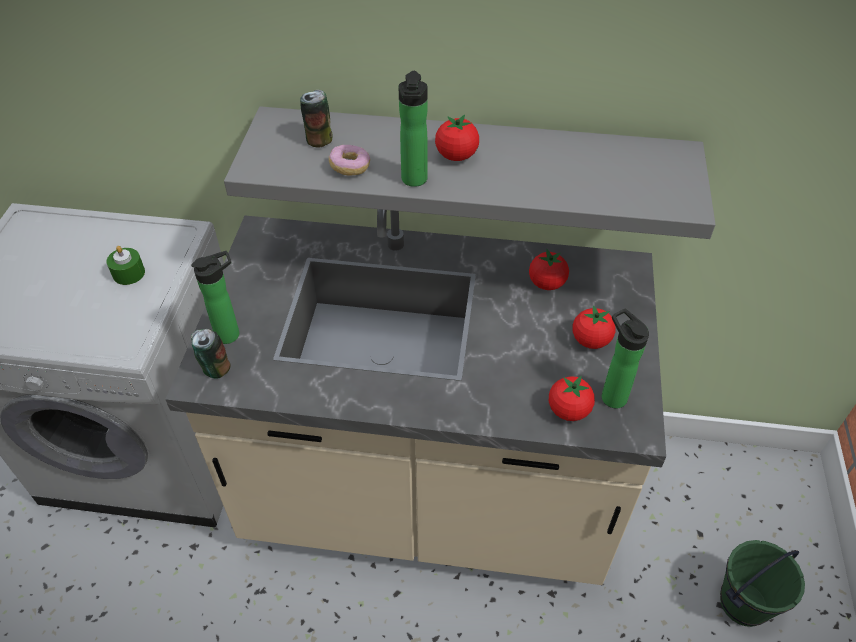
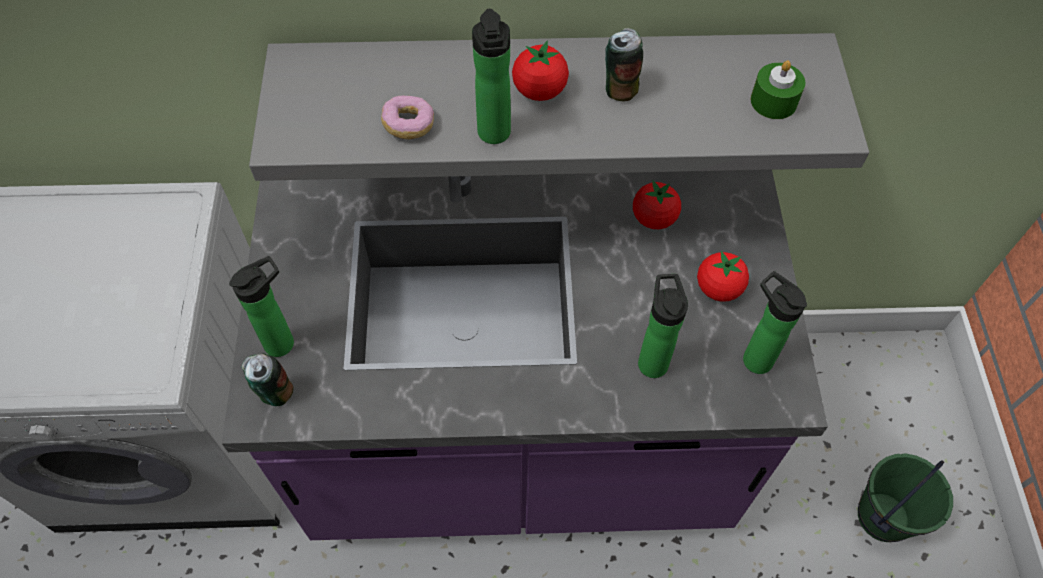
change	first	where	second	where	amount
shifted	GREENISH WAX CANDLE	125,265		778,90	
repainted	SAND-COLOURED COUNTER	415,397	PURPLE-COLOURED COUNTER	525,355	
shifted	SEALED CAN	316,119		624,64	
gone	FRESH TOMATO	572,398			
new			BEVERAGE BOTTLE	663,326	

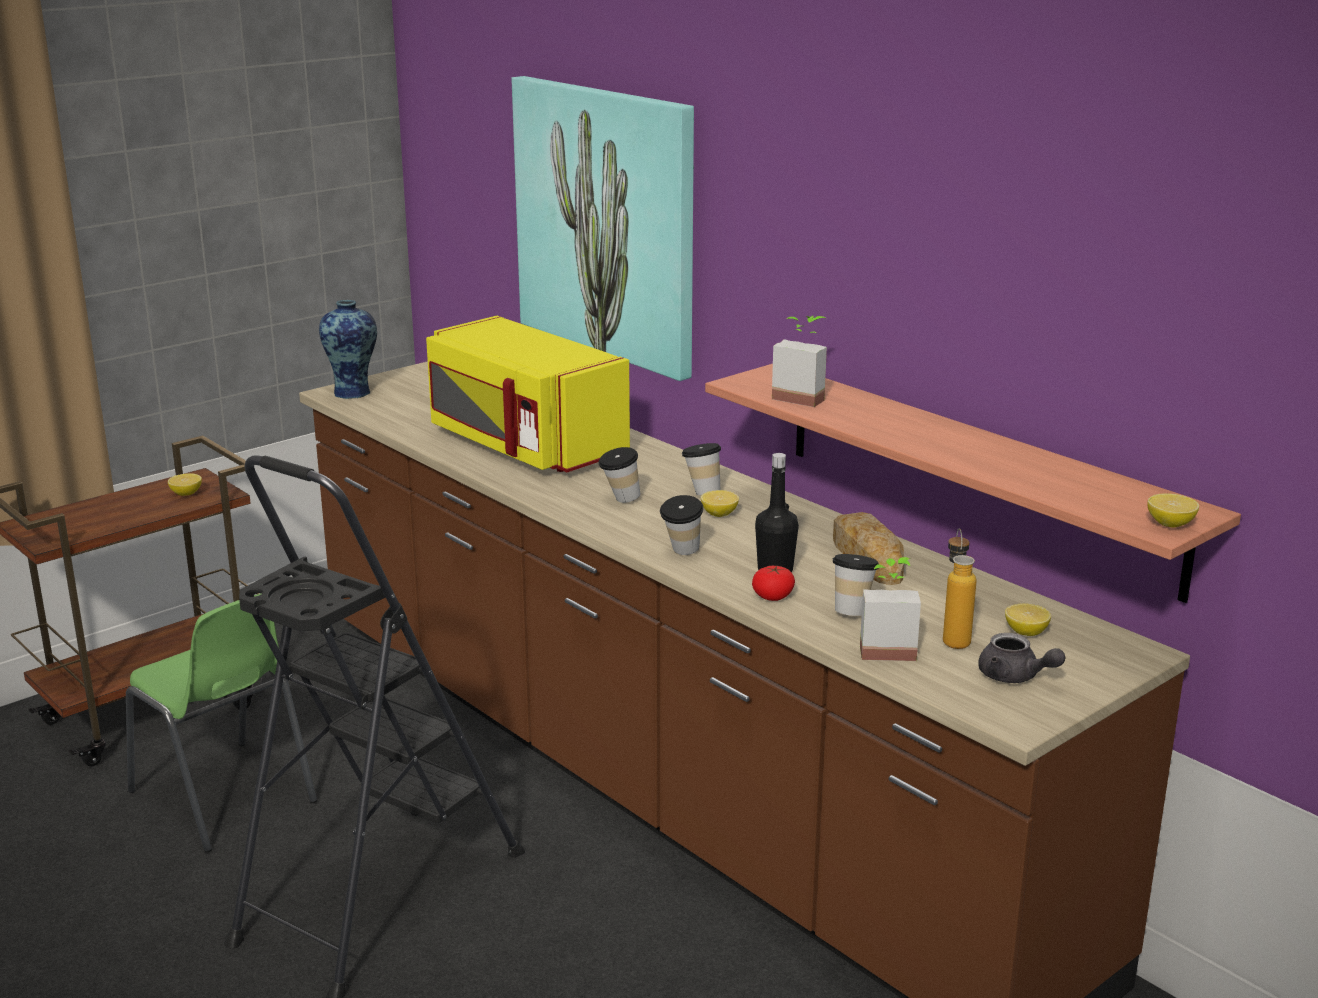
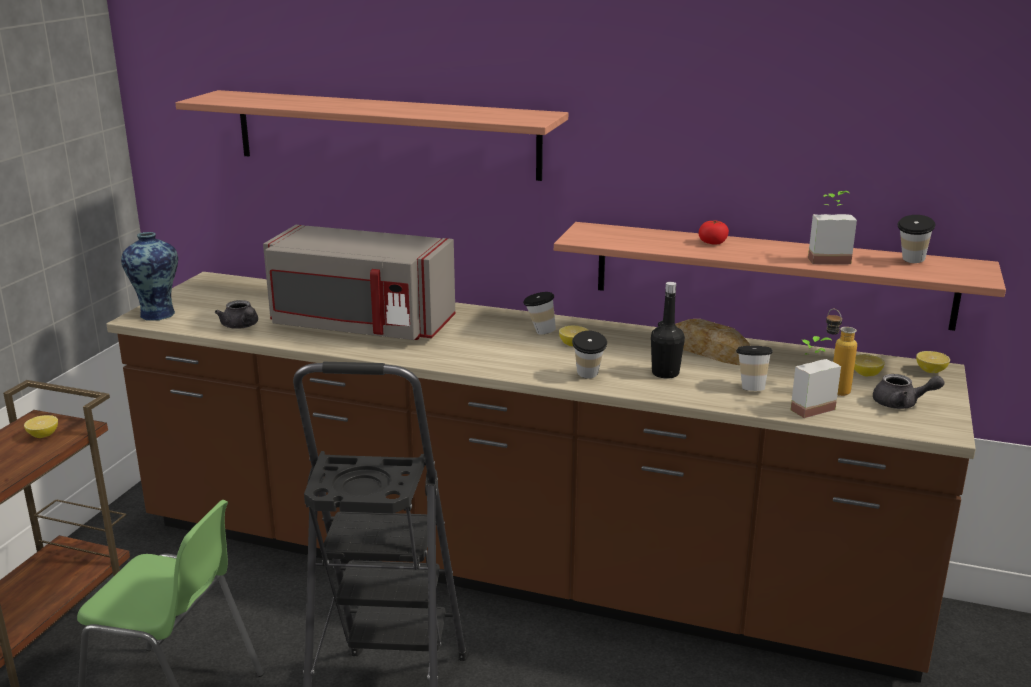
change	first	where	second	where	amount
repainted	YELLOW MICROWAVE	528,394	GREY MICROWAVE	359,282	
swapped	WALL ART	602,228	WALL SHELF	371,135	
shifted	SMALL CUP	619,475		916,239	
shifted	FRESH TOMATO	773,583		713,232	
shifted	POTTED PLANT	799,361		832,227	
shifted	CITRUS FRUIT	1173,510		933,362	
new			GREY TEA POT	236,314	

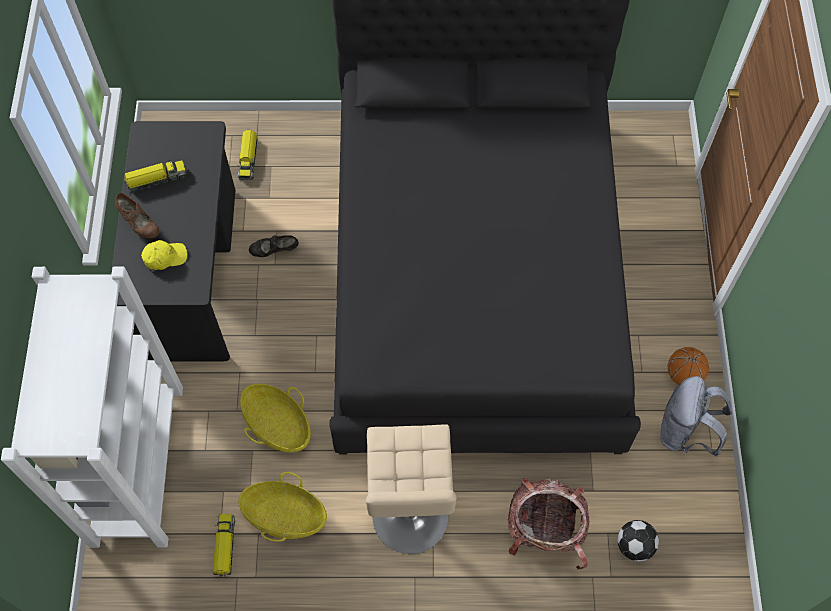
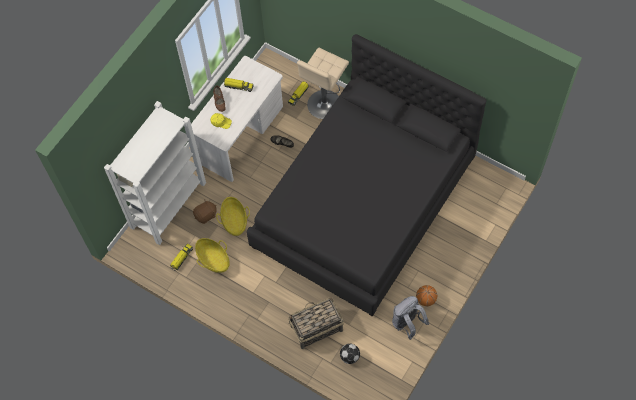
change	first	where	second	where	amount
repainted	BLACK-COLOURED DESK TABLE	173,241	WHITISH DESK TABLE	237,119	
shifted	SAND-COLOURED STOOL SEAT	411,489		323,83	
swapped	KNAPSACK	549,523	STORAGE BASKET	316,323	
new			BROWNISH CUDDLY TOY	205,212	

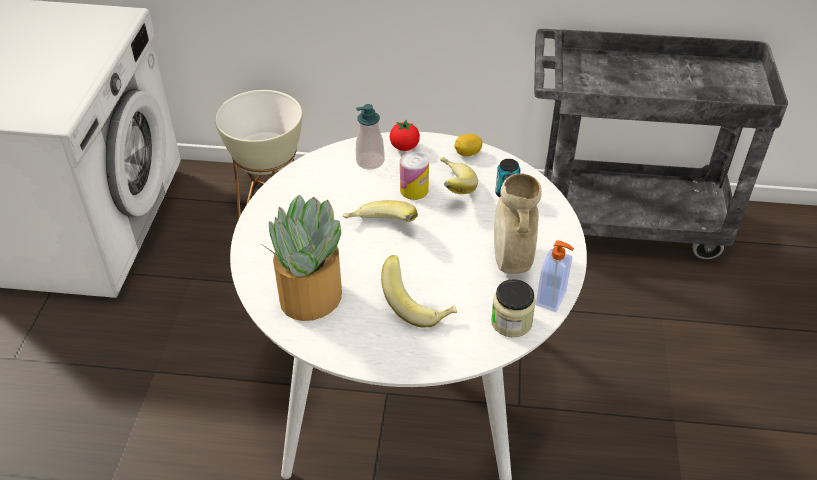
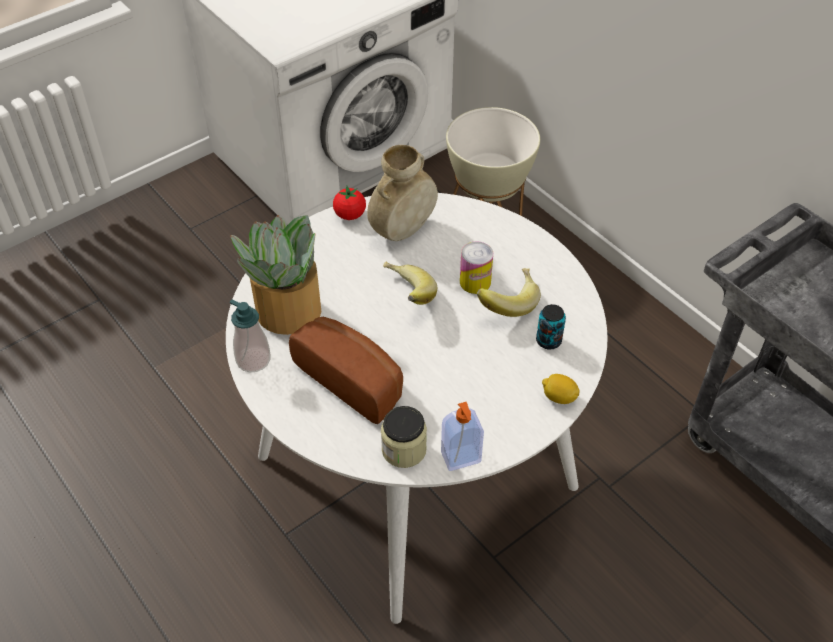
change	first	where	second	where	amount
shifted	LIQUID SOAP BOTTLE	370,137		250,336	
swapped	BANANA	419,291	BAKED BREAD	346,370	
shifted	FRESH TOMATO	405,135		349,203	
shifted	CITRUS FRUIT	468,145		561,389	
shifted	SAND-COLOURED VASE	518,223		402,193	

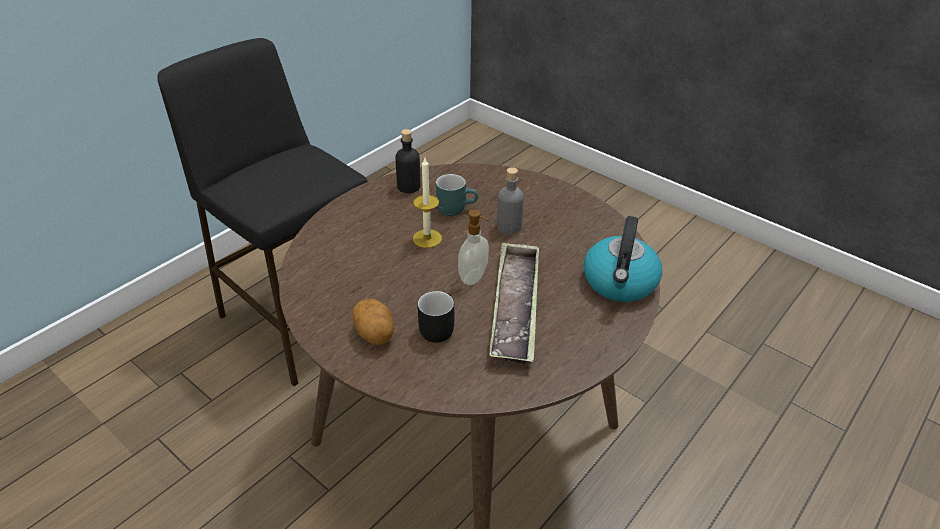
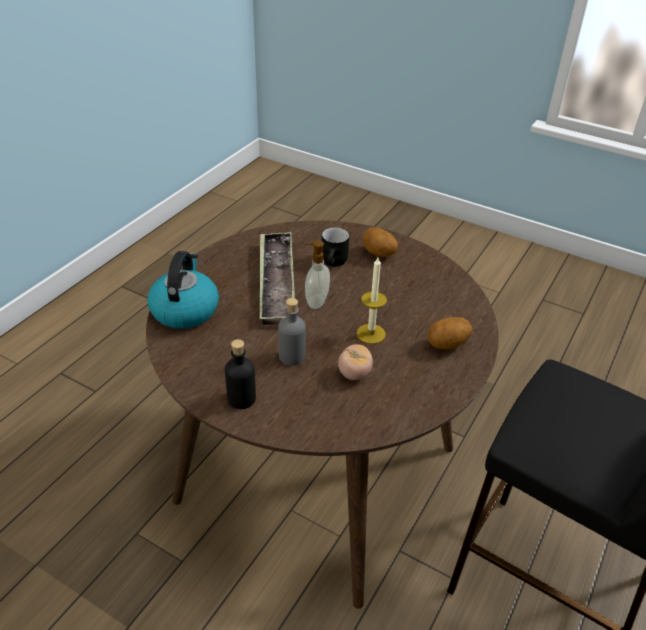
change	first	where	second	where	amount
shifted	BLACK-COLOURED BEVERAGE BOTTLE	407,161		240,374	
swapped	TURQUOISE MUG	457,195	FRESH TOMATO	355,362	
new			POTATO	450,333	

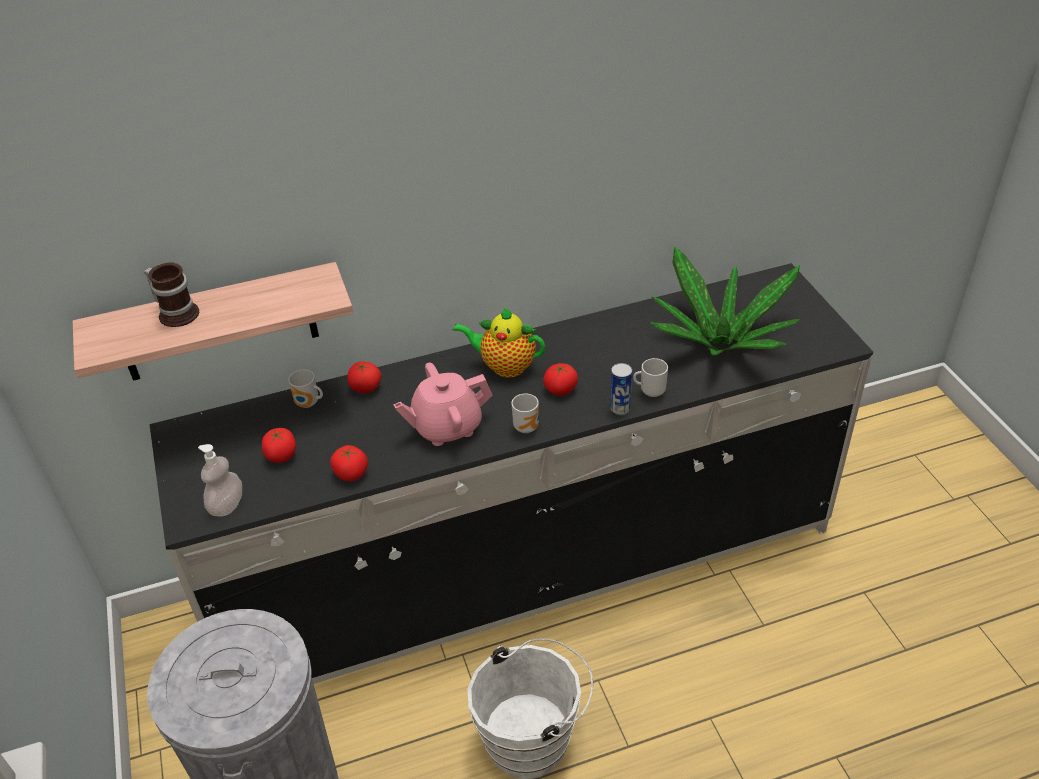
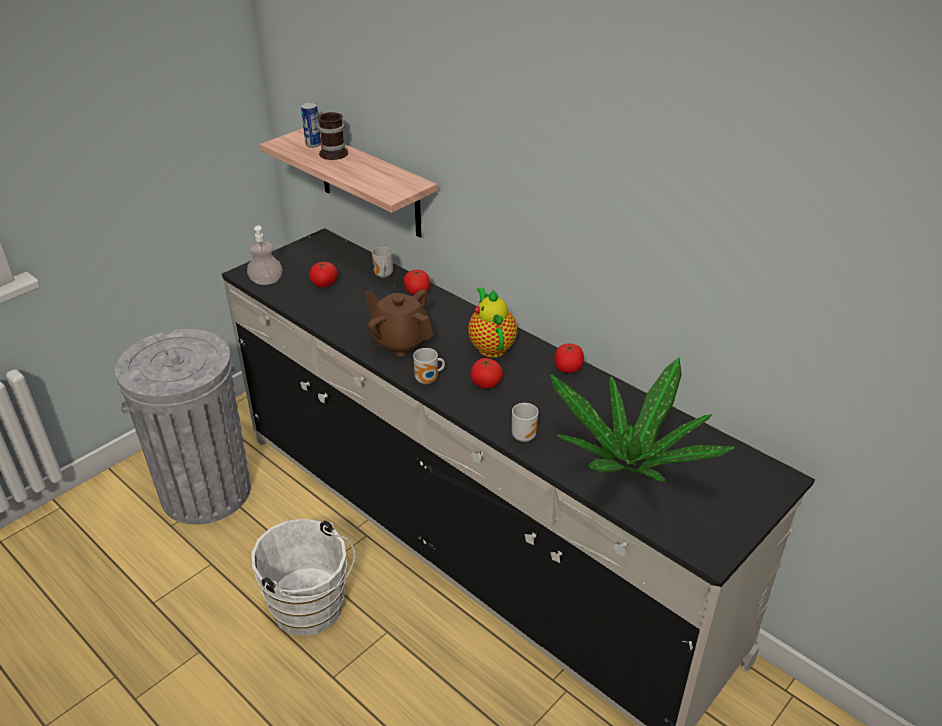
change	first	where	second	where	amount
shifted	FRESH TOMATO	349,463		569,358	
repainted	PINKISH TEA POT	443,404	BROWNISH TEA POT	399,323	
shifted	SEALED CAN	621,389		311,125	

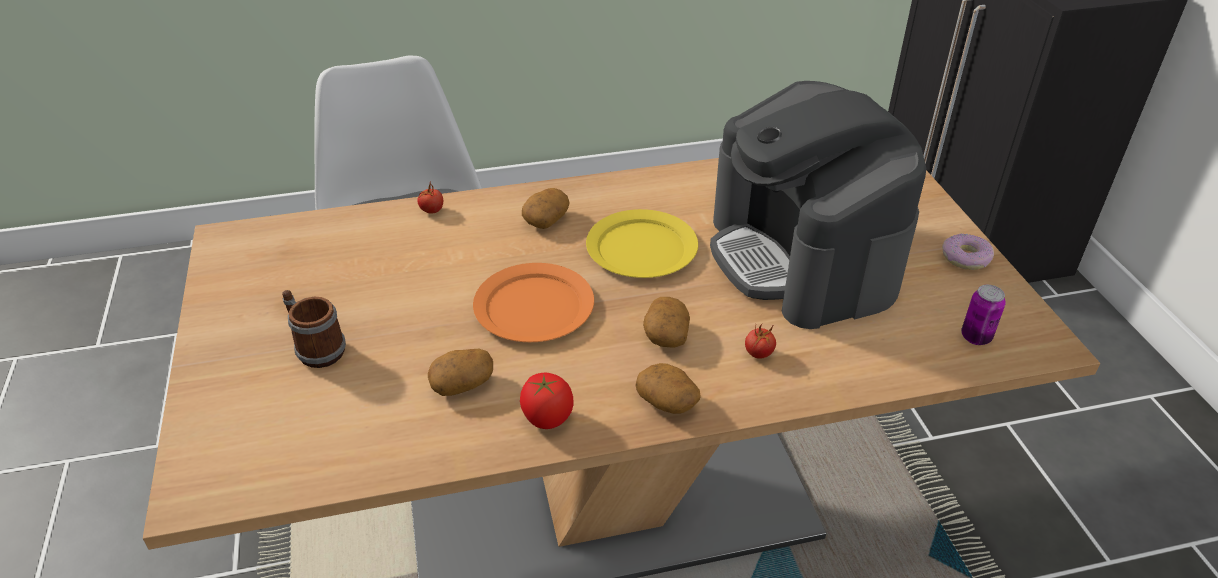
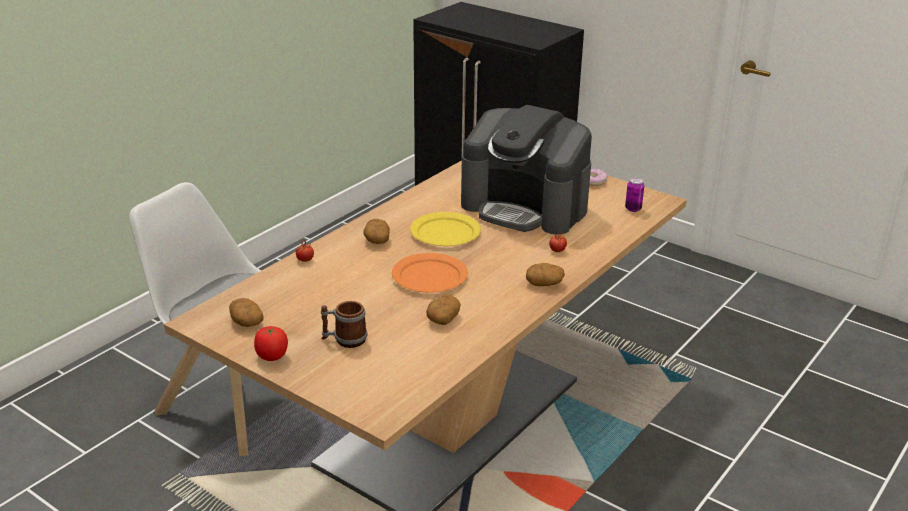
change	first	where	second	where	amount
shifted	FRESH TOMATO	546,401		271,343	
shifted	POTATO	666,322		246,312	

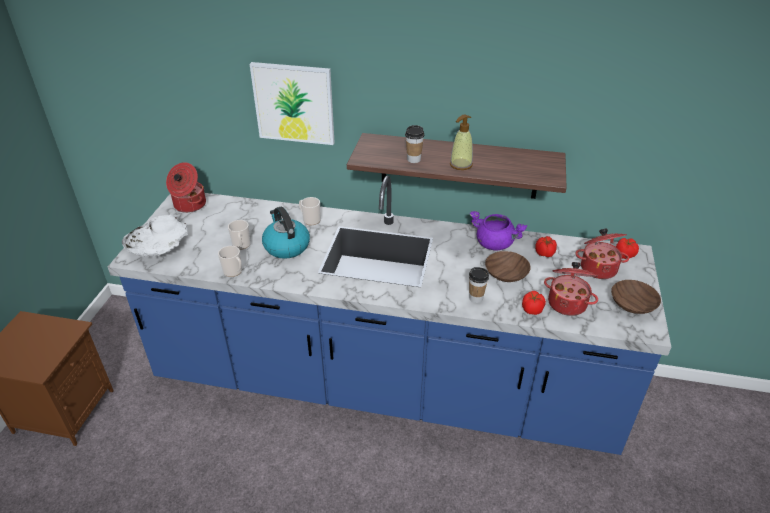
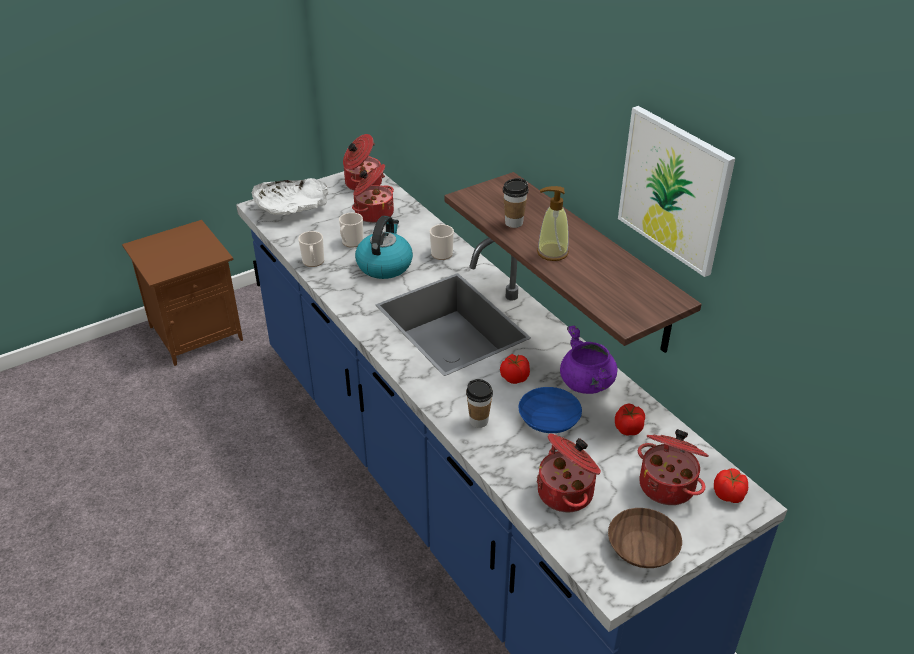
change	first	where	second	where	amount
shifted	WALL ART	292,103		676,191	
repainted	BROWNISH BOWL	508,266	BLUE BOWL	550,410	
shifted	FRESH TOMATO	534,303		515,369	
new			STOCKPOT	373,193	

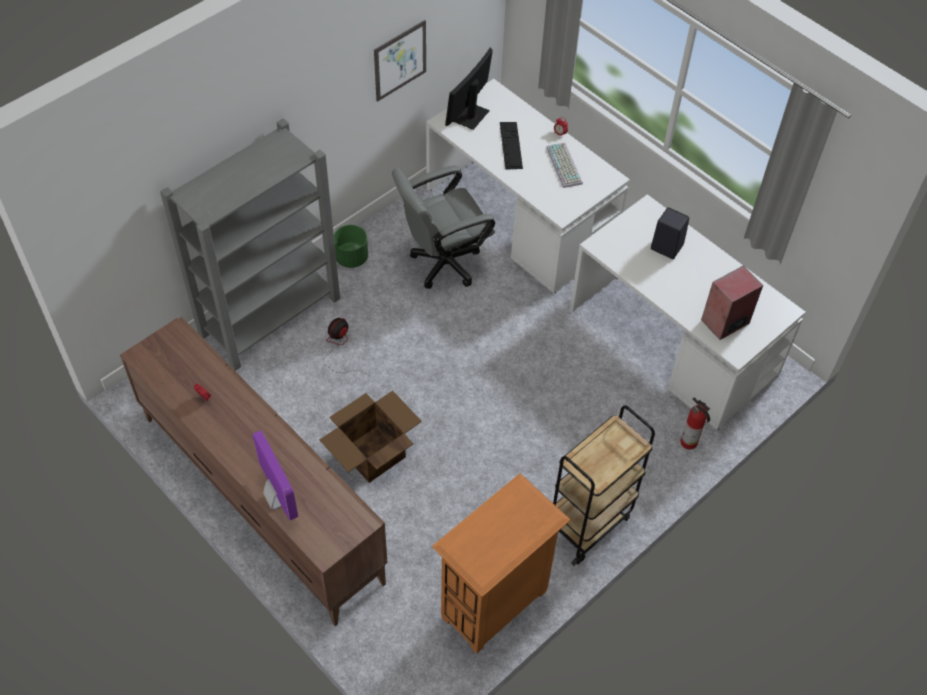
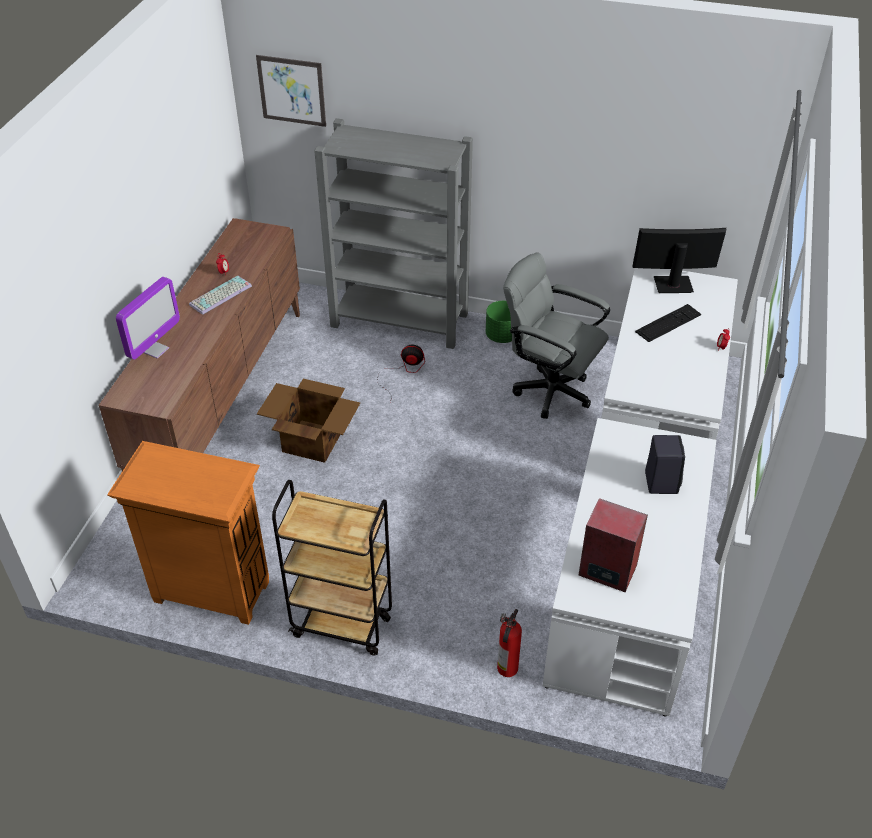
change	first	where	second	where	amount
shifted	WALL ART	400,61		291,91	
shifted	KEYBOARD	564,165		220,295	

